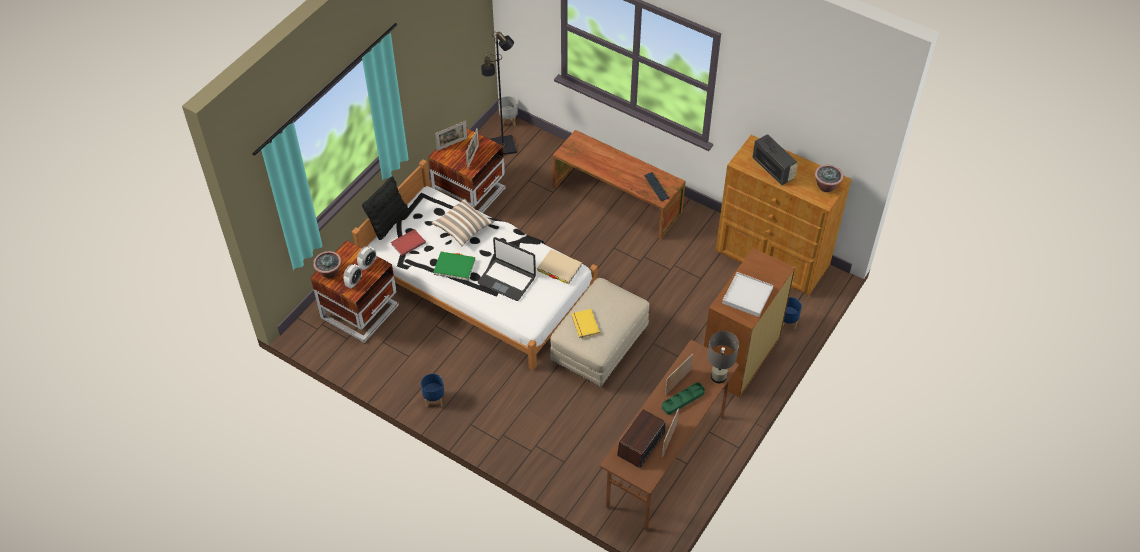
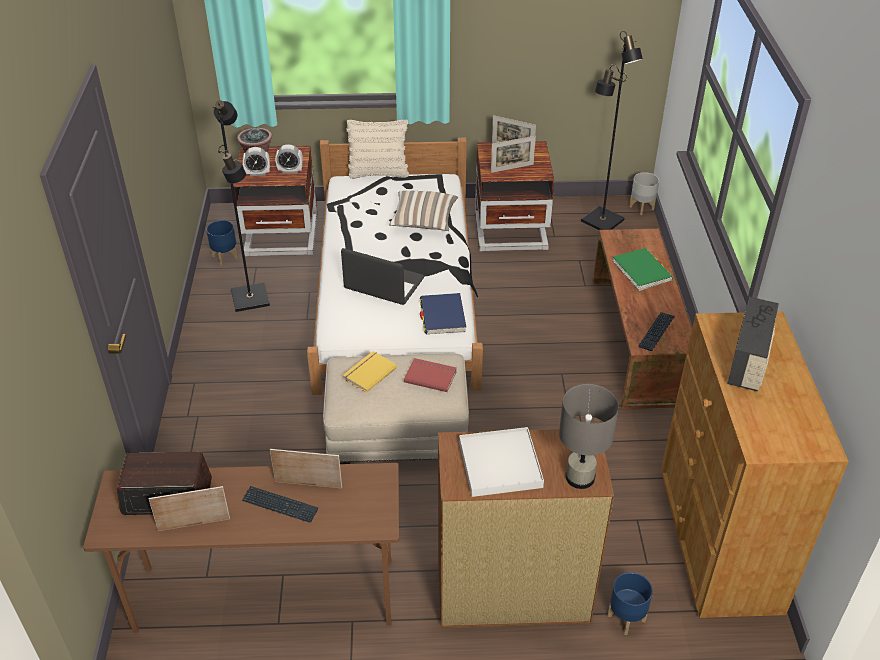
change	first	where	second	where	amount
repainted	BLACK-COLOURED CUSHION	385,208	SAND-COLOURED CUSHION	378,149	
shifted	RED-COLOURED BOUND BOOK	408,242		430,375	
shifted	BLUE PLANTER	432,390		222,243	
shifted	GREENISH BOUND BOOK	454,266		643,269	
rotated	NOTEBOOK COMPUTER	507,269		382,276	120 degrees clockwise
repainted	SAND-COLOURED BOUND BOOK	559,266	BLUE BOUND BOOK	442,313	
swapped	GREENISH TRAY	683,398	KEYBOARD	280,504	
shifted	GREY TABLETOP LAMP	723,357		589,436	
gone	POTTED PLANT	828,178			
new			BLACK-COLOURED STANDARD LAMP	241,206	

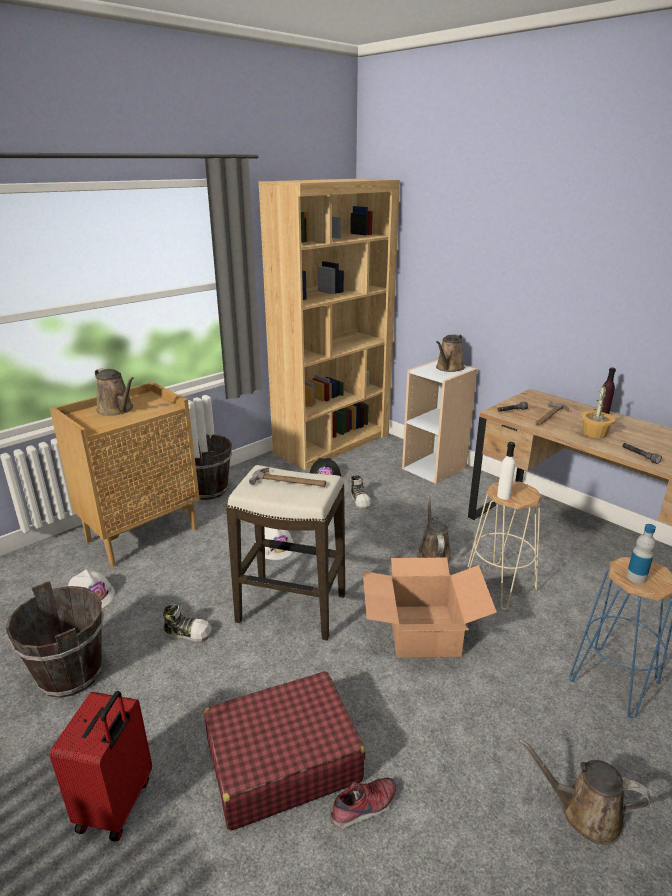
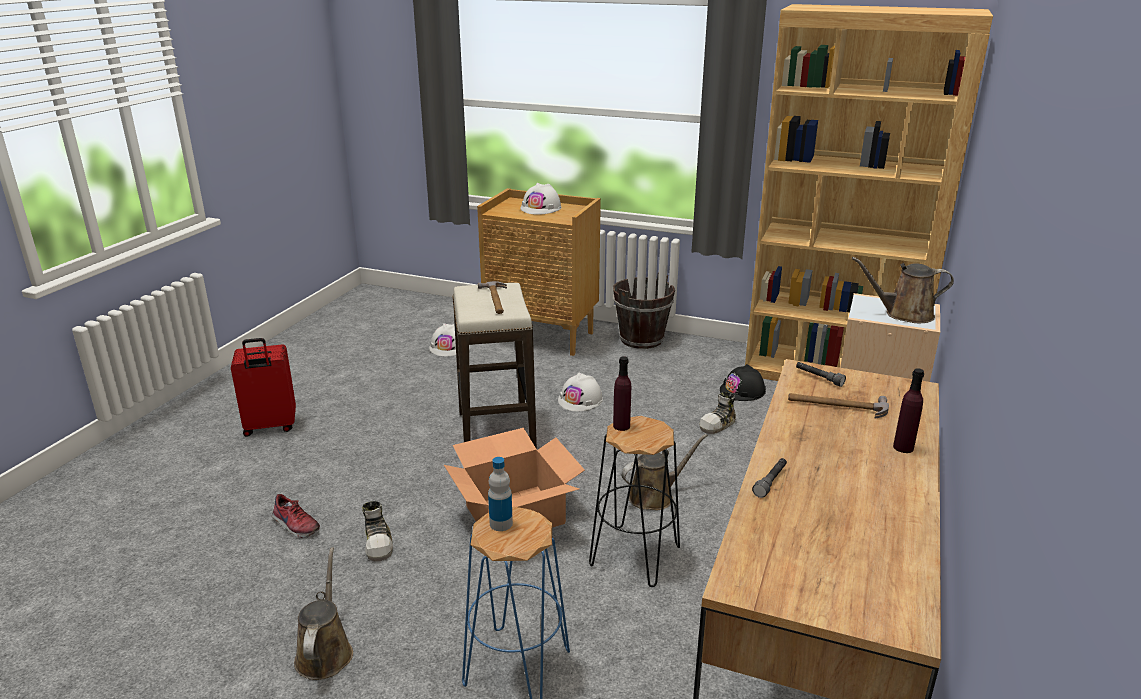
change	first	where	second	where	amount
gone	BROWNISH WATER BUCKET	55,639			
swapped	BROWNISH WATERING CAN	114,392	WHITISH WORK HELMET	540,199	
shifted	LOW SHOE	187,623		377,531	
gone	RED-COLOURED PIECE OF LUGGAGE	284,751			
repainted	SAND-COLOURED STOOL SEAT	504,545	BLACK-COLOURED STOOL SEAT	634,501	
repainted	WHITISH BEVERAGE BOTTLE	506,471	PURPLE-COLOURED BEVERAGE BOTTLE	622,393	
gone	POTTED PLANT	598,411			

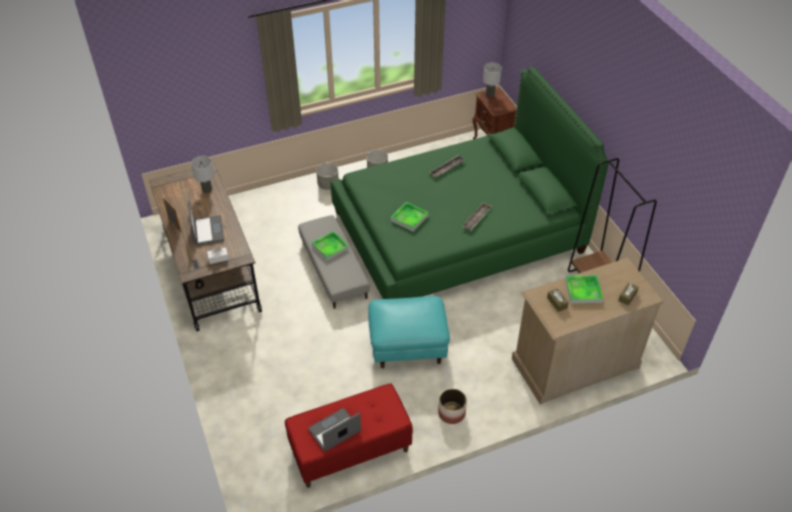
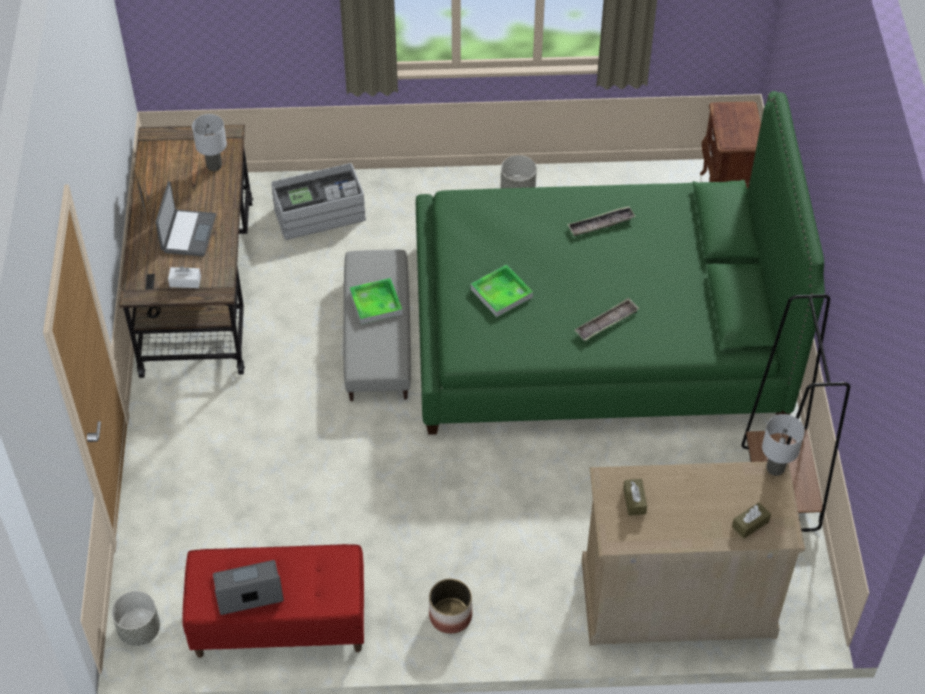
change	first	where	second	where	amount
shifted	GREY PLANTER	327,176		135,618	
gone	TURQUOISE FOOTREST	409,332			
shifted	WHITISH TABLETOP LAMP	492,80		783,445	
gone	TRAY	584,289			
new			GREY STORAGE BIN	318,201	

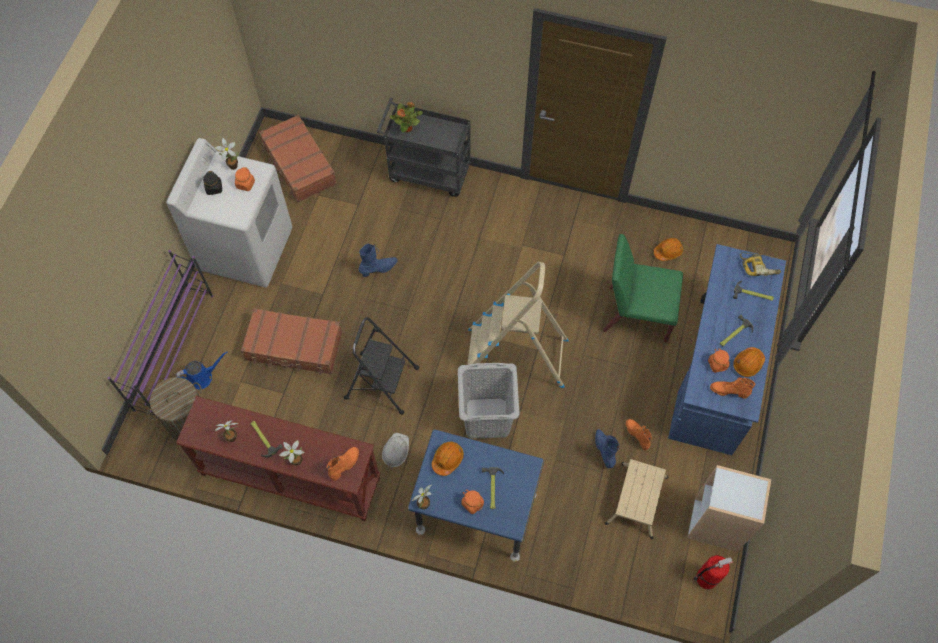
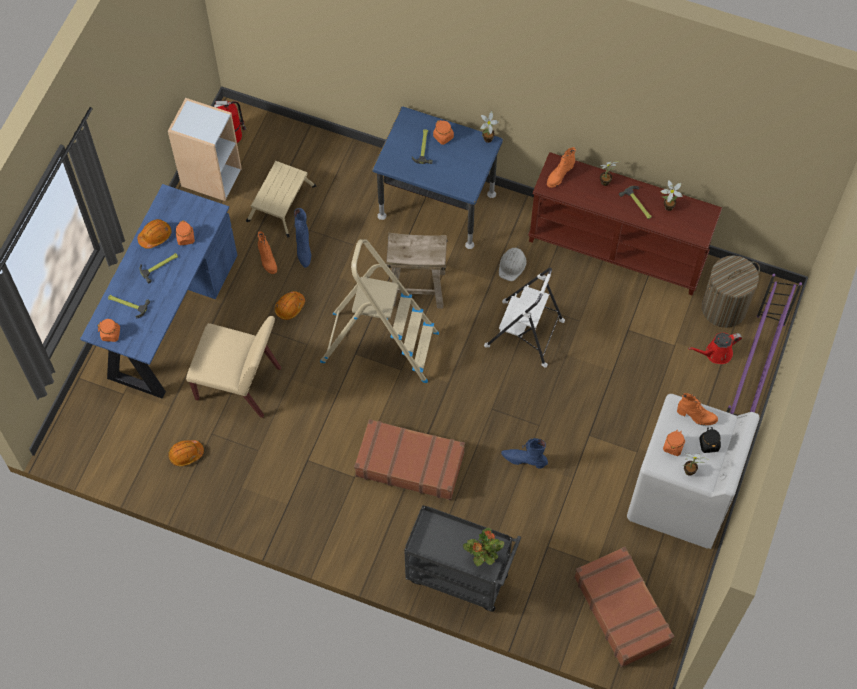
change	first	where	second	where	amount
repainted	BLUE WATERING CAN	202,370	RED-COLOURED WATERING CAN	715,348	
shifted	BROWNISH PIECE OF LUGGAGE	291,341		409,459	
repainted	BLACK-COLOURED STEP LADDER	381,366	WHITISH STEP LADDER	524,318	
rotated	BLUE TALL BOOT	378,260		524,453	45 degrees clockwise
shifted	ORANGE WORK HELMET	448,459		290,305	
swapped	GREY WASHING BASKET	489,400	SAND-COLOURED STOOL SEAT	416,271	
repainted	GREENISH CHAIR	643,288	SAND-COLOURED CHAIR	233,367	
shifted	ORANGE TALL BOOT	733,388		697,409	
swapped	POWER DRILL	760,264	ORANGE PRESERVE JAR	108,330	

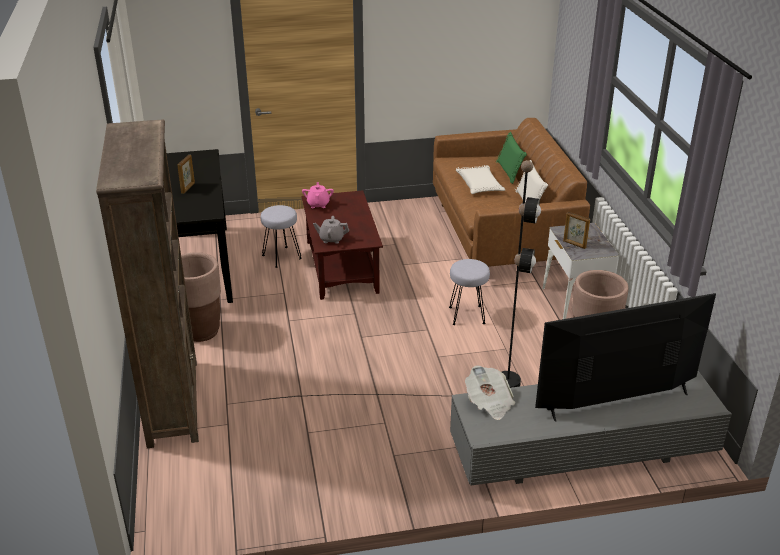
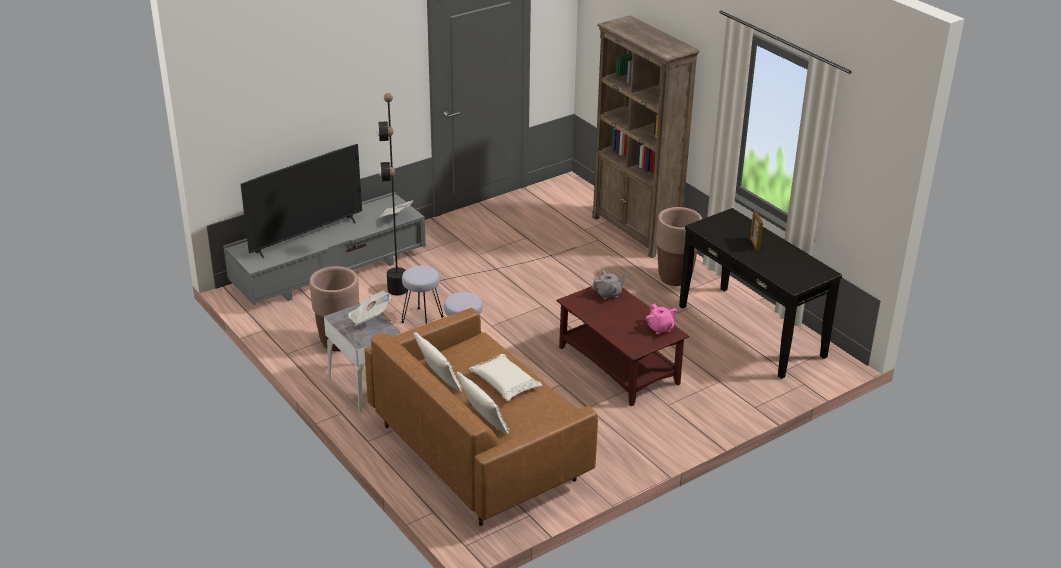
change	first	where	second	where	amount
shifted	GREY STOOL SEAT	281,236		422,294	
repainted	GREENISH CUSHION	511,158	WHITISH CUSHION	483,403	
swapped	PICTURE FRAME	576,230	DAILY PAPER	369,308	

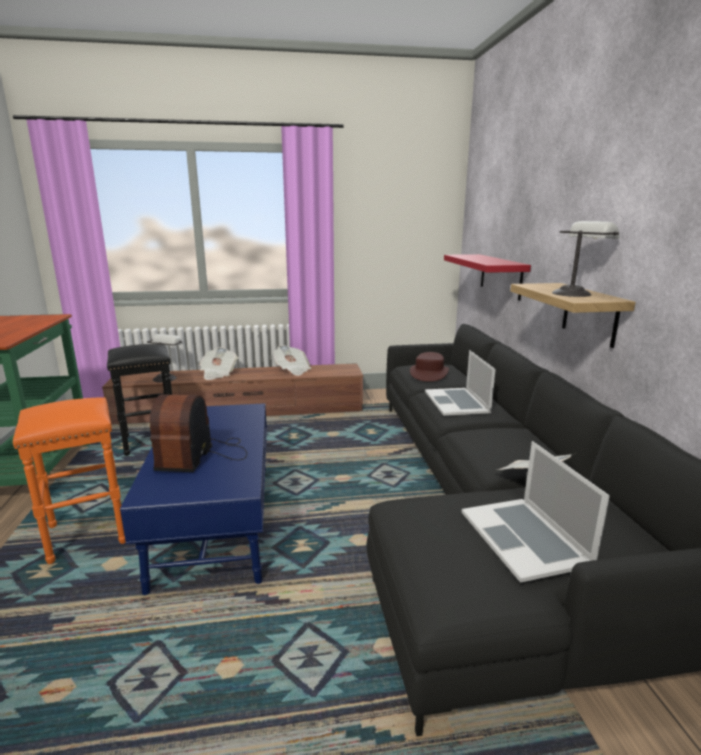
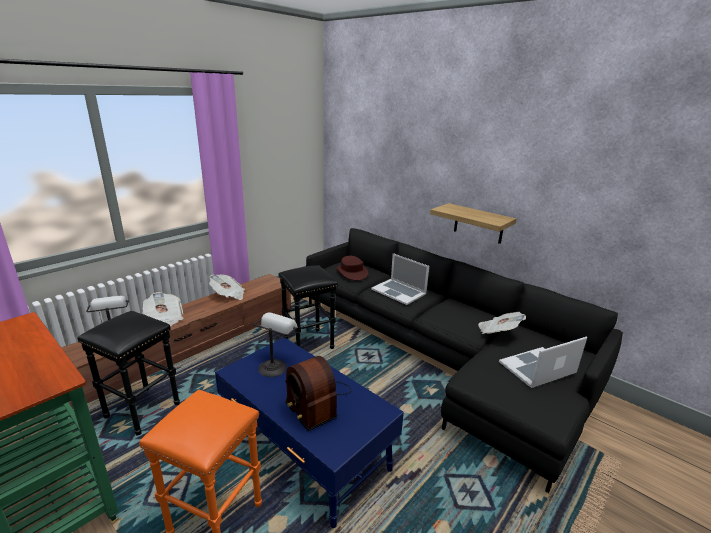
change	first	where	second	where	amount
gone	RED-COLOURED WALL SHELF	487,277			
rotated	NOTEBOOK COMPUTER	535,512		543,362	120 degrees clockwise
shifted	TABLETOP LAMP	586,259		276,344	
new			BLACK-COLOURED STOOL SEAT	308,307	

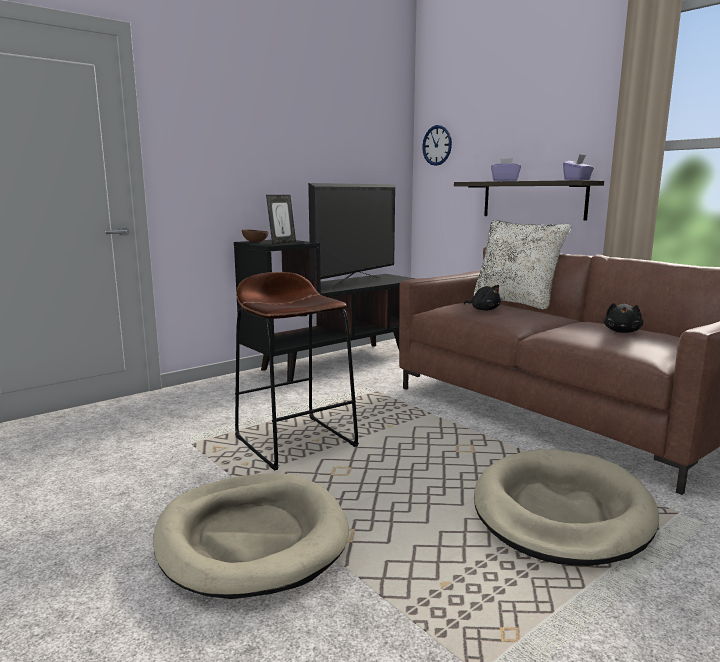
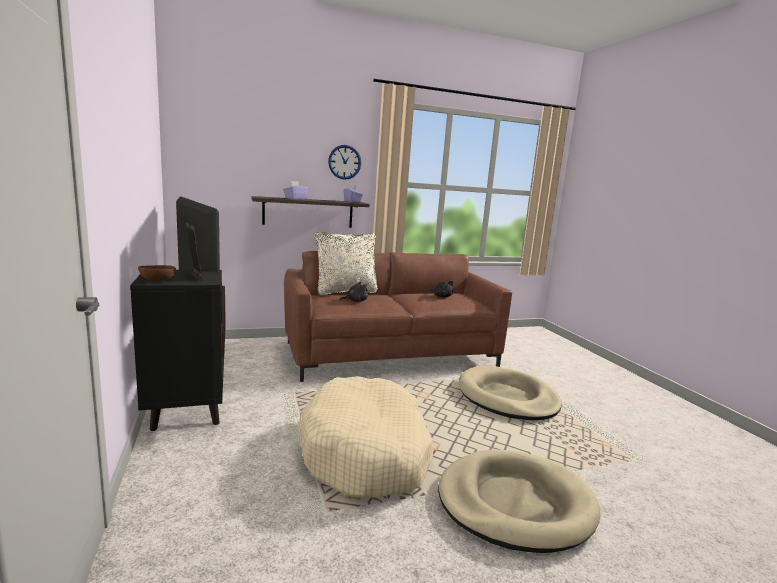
change	first	where	second	where	amount
swapped	BROWNISH STOOL SEAT	297,371	SAND-COLOURED PET BED	365,437	
shifted	WALL CLOCK	437,145		344,162	

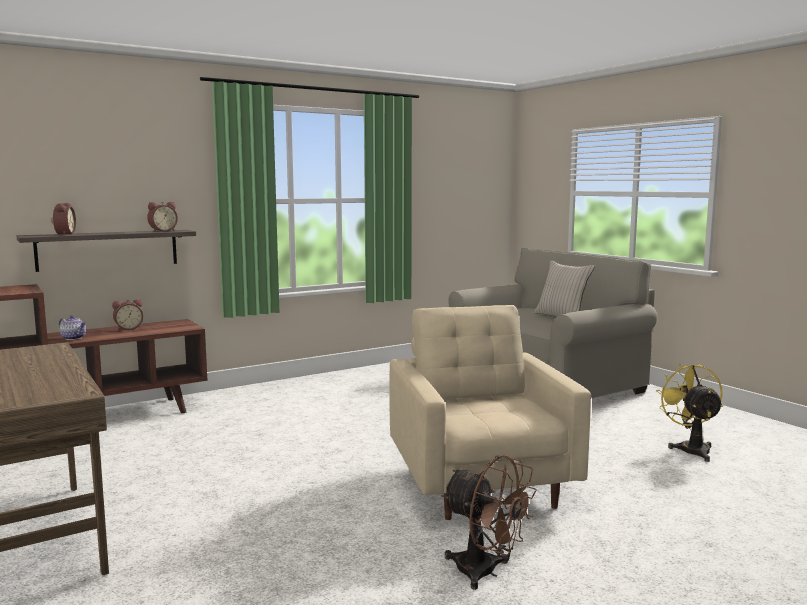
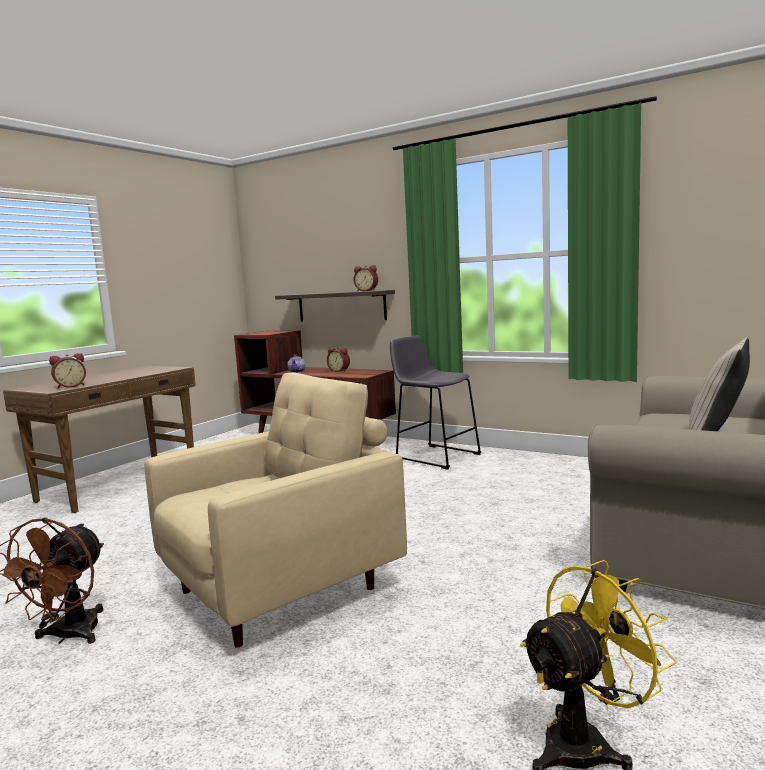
change	first	where	second	where	amount
shifted	TABLE CLOCK	63,219		67,371	
new			GREY STOOL SEAT	435,402	

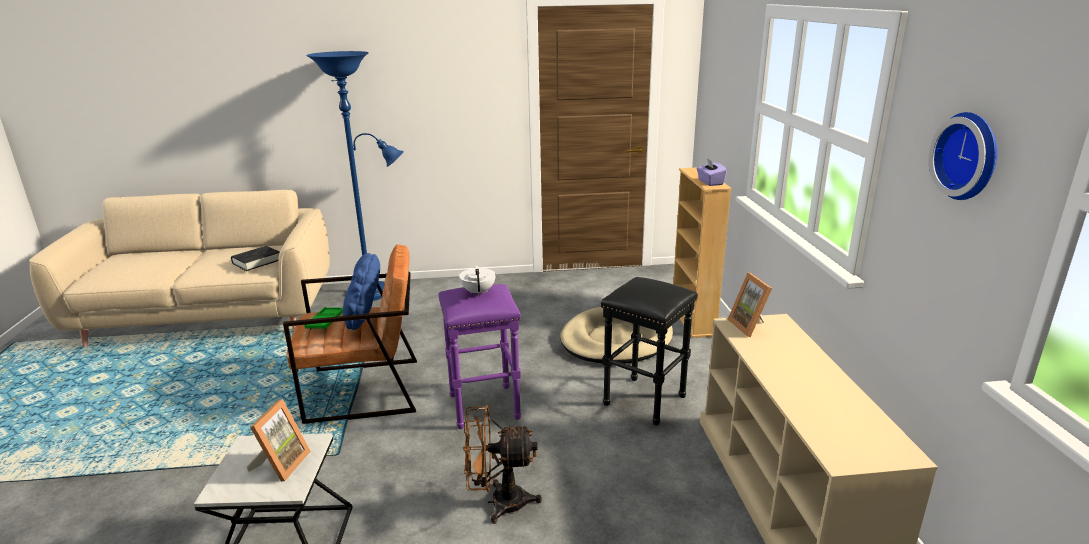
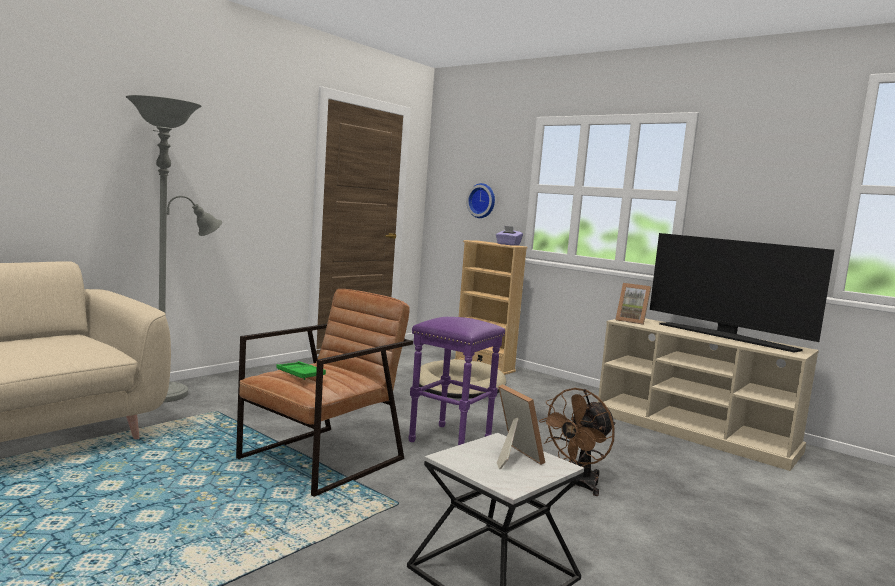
change	first	where	second	where	amount
gone	BLACK-COLOURED BOUND BOOK	255,258			
repainted	BLUE STANDARD LAMP	355,176	GREY STANDARD LAMP	174,249	
gone	BLUE CUSHION	361,291			
gone	WHITISH TEA POT	477,280			
gone	BLACK-COLOURED STOOL SEAT	649,351			
shifted	WALL CLOCK	963,156		480,200	
new			TV SET	742,292	

